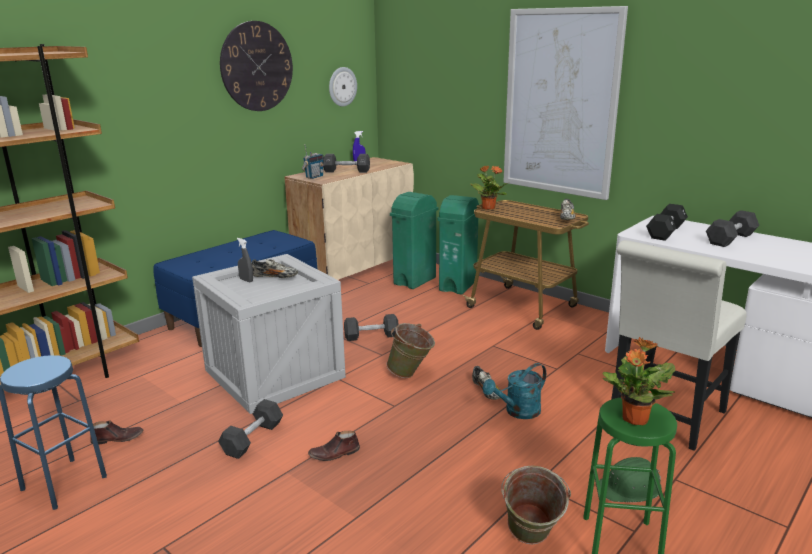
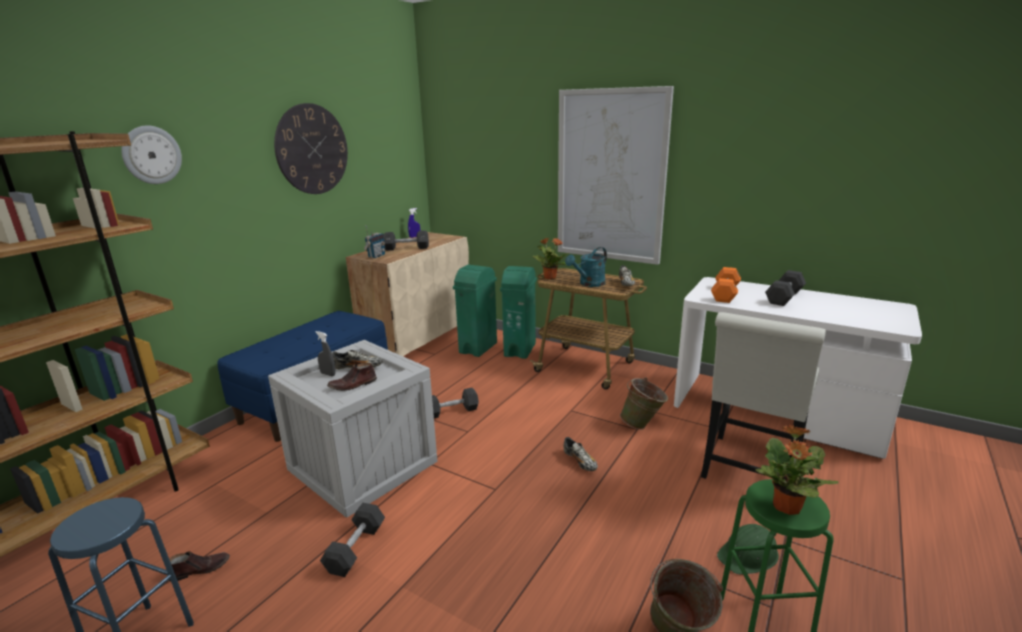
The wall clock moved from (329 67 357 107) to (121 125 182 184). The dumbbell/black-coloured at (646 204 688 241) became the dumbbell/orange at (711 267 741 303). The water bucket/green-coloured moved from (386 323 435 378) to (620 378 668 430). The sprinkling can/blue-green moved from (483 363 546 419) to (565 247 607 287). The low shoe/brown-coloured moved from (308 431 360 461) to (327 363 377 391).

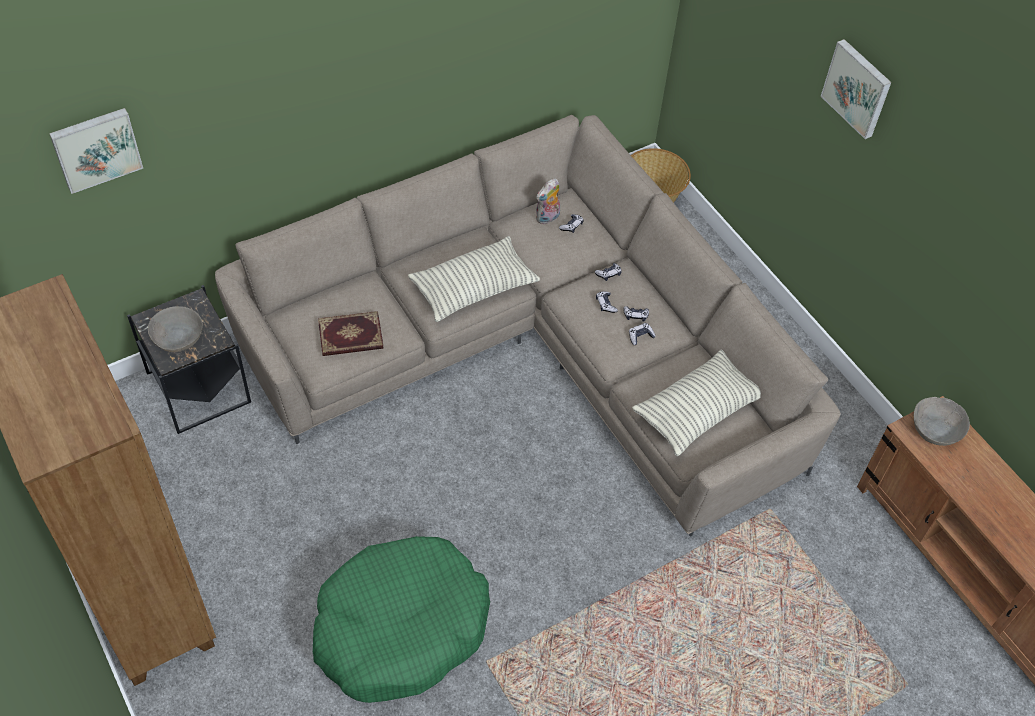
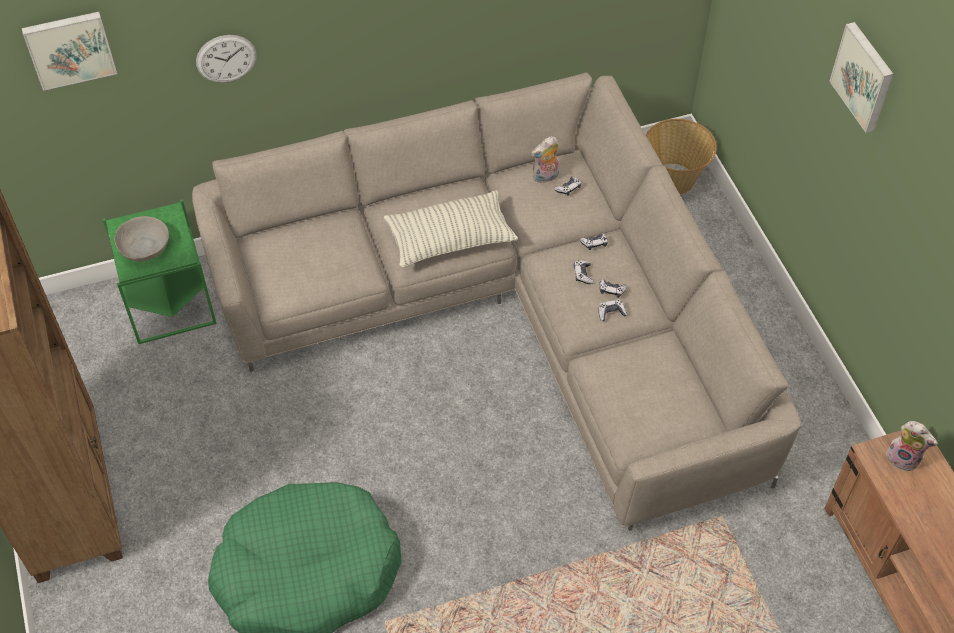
The end table/black-coloured at (127 285 251 434) became the end table/green-coloured at (102 199 217 344). The bound book at (318 311 384 356) disappeared. The cushion at (632 349 761 456) disappeared. The serving bowl/grey at (914 397 970 446) was replaced by the plush toy at (886 421 938 472). The wall clock at (196 35 256 83) appeared.

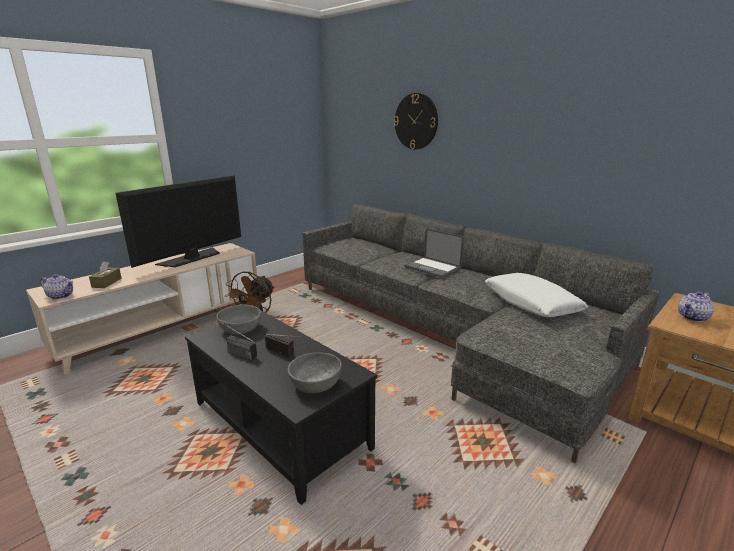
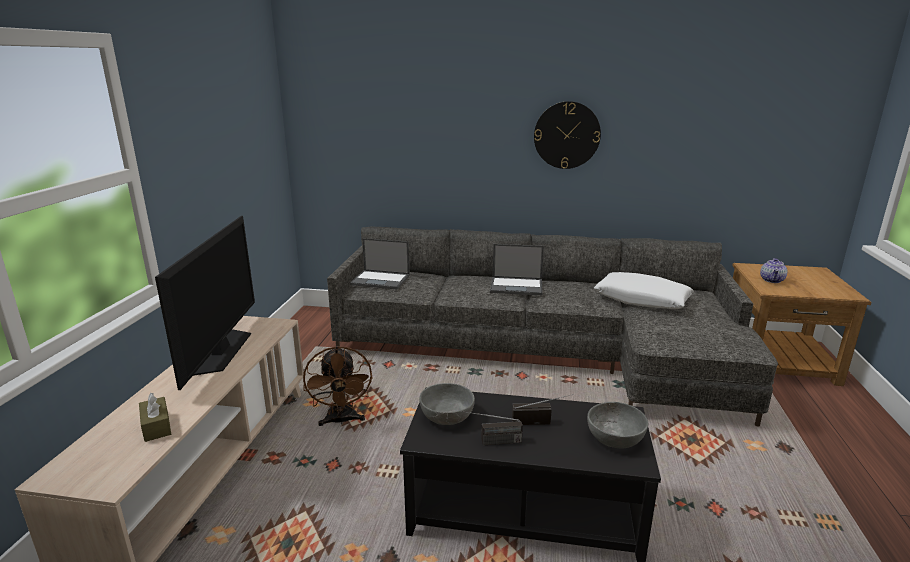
The wall clock moved from (394 93 438 150) to (534 101 601 169). The pot for tea at (40 274 74 299) disappeared. The notebook computer at (350 238 410 290) appeared.

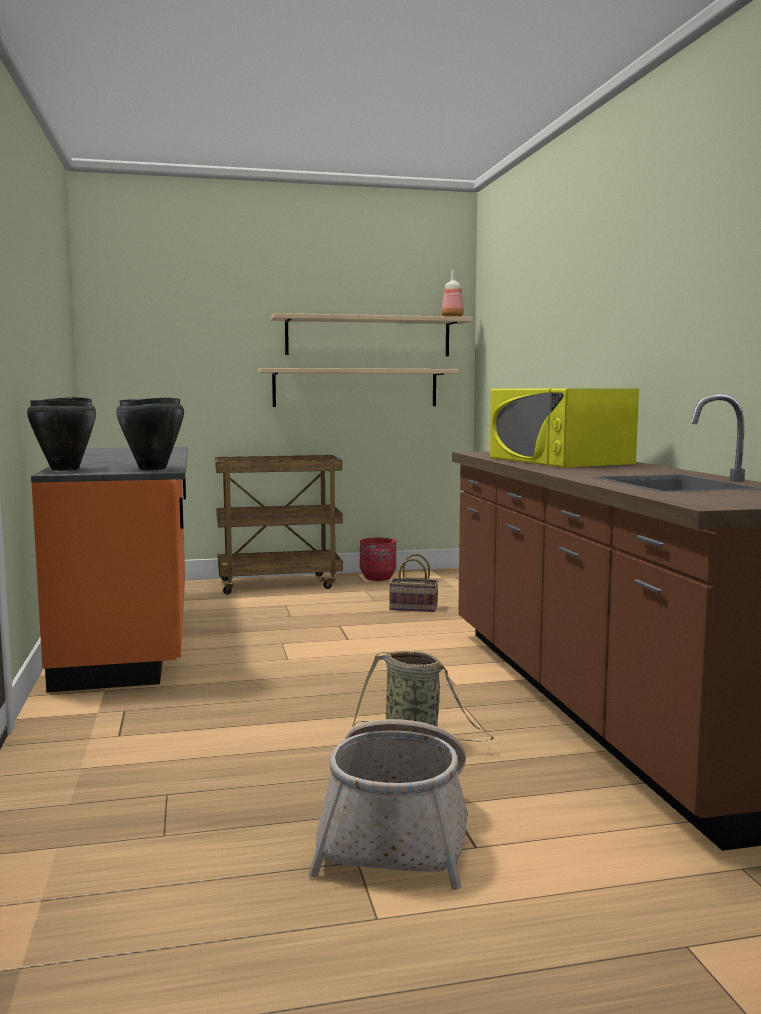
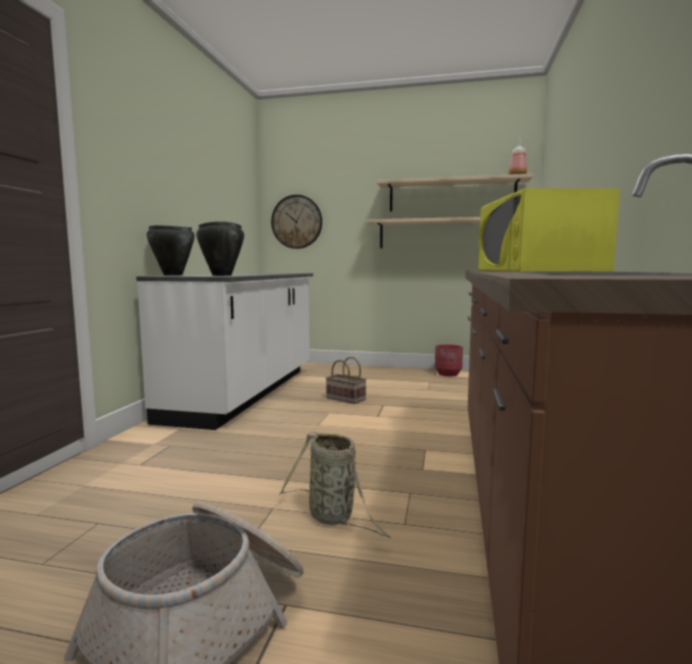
The kitchen counter/orange at (31 447 188 692) became the kitchen counter/white-coloured at (136 273 313 430). The trolley/brown-coloured at (215 455 343 595) disappeared. The storage basket moved from (389 554 439 612) to (326 357 367 404). The wall clock at (271 195 322 249) appeared.

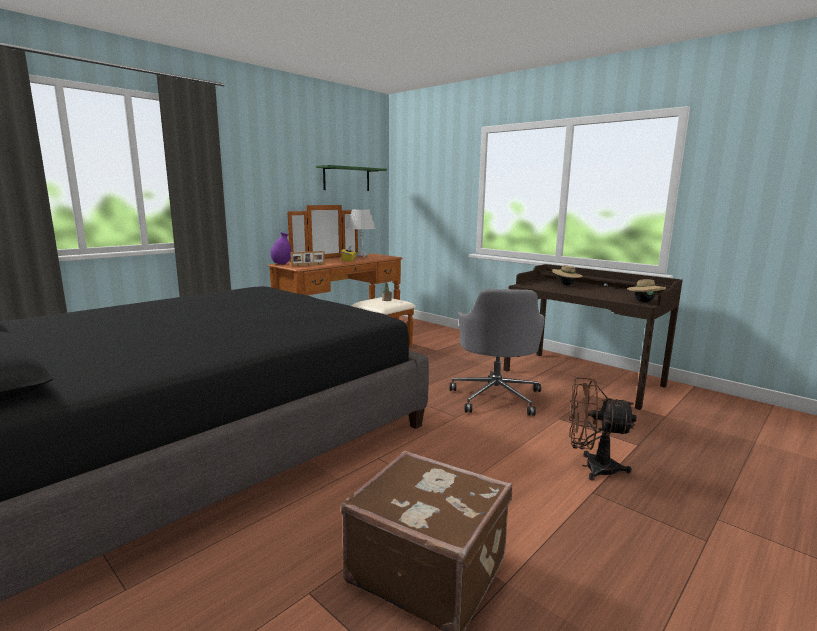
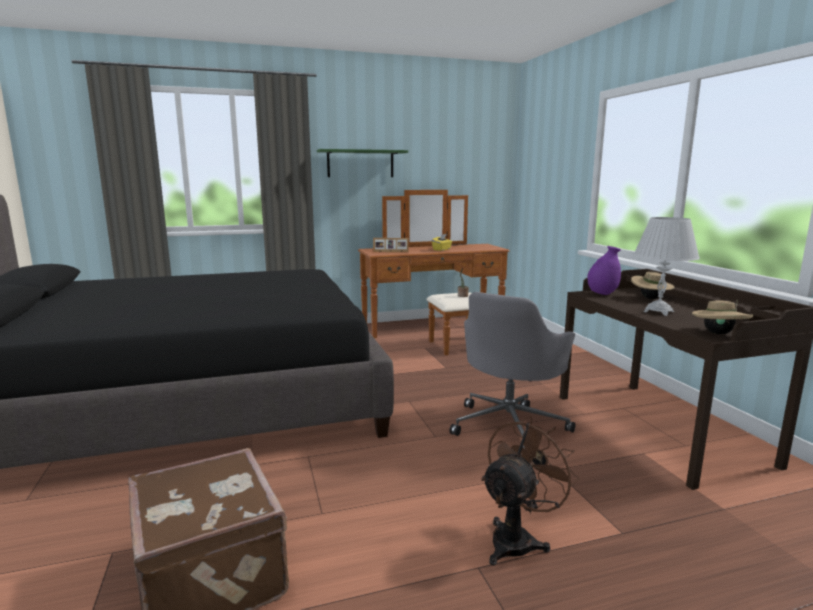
The wall shelf/green-coloured moved from (316 165 387 191) to (317 149 408 177). The lamp for a table/white-coloured moved from (347 209 376 257) to (633 217 700 316). The flower vase/purple-coloured moved from (270 232 291 265) to (587 246 621 295). The electric fan/brown-coloured at (569 378 637 480) turned 90 degrees clockwise.

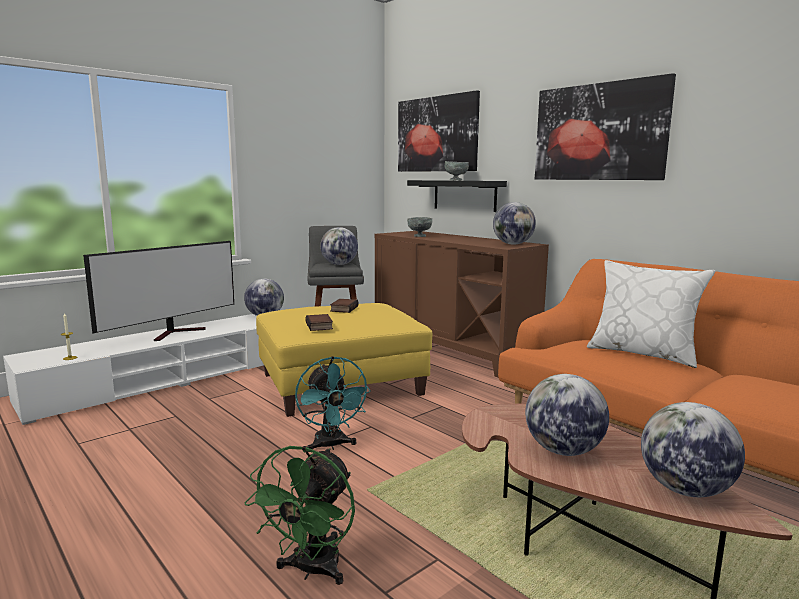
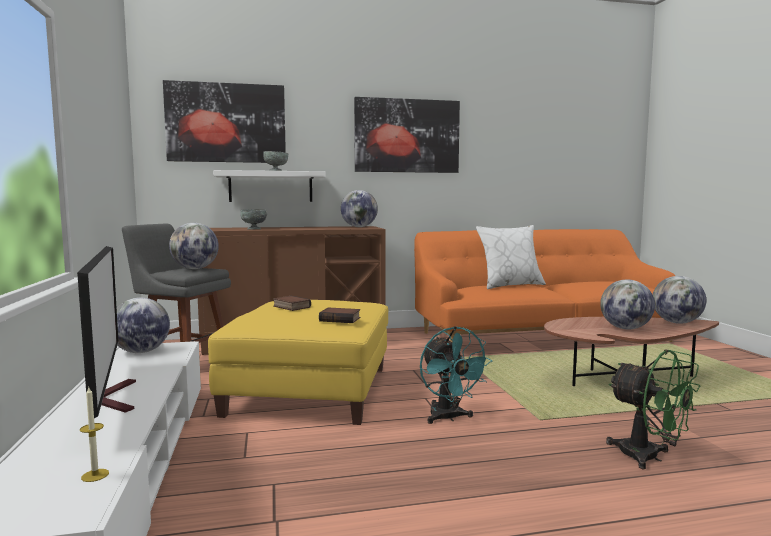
The wall shelf/black-coloured at (407 180 507 212) became the wall shelf/white-coloured at (213 170 326 202). The electric fan/blue-green at (295 356 371 450) turned 60 degrees clockwise.

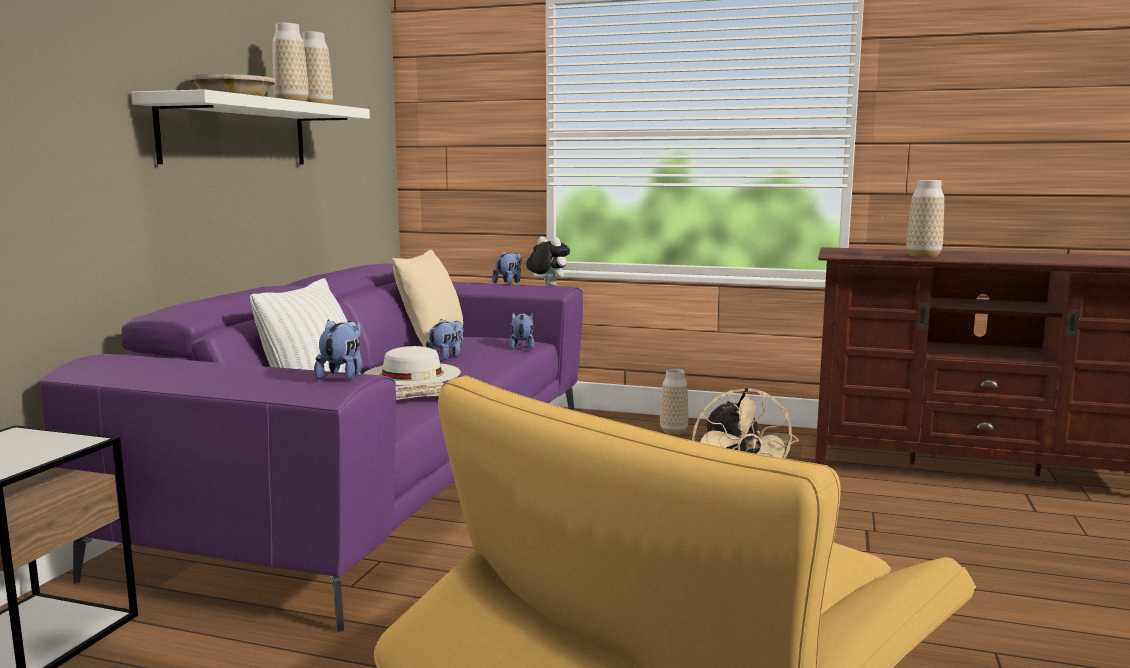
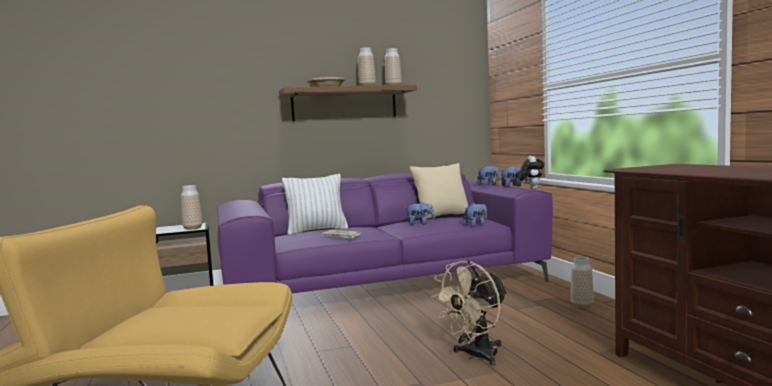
The wall shelf/white-coloured at (132 89 370 164) became the wall shelf/brown-coloured at (279 85 417 121). The flower vase moved from (906 180 944 258) to (181 185 202 230). The plush toy moved from (314 319 362 380) to (477 165 499 185). The hat/white-coloured at (363 346 461 386) disappeared.

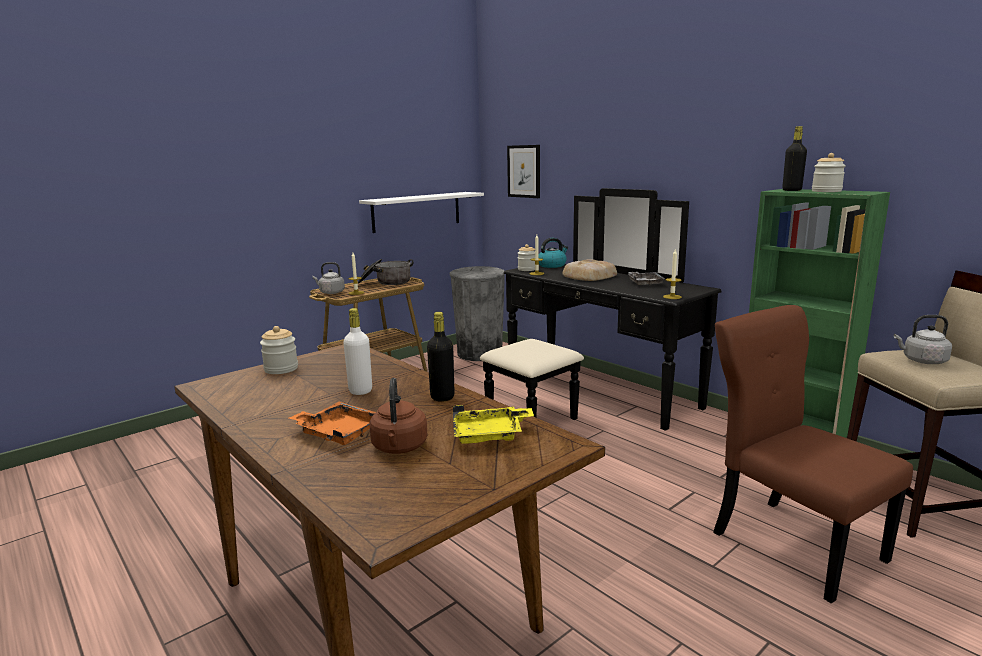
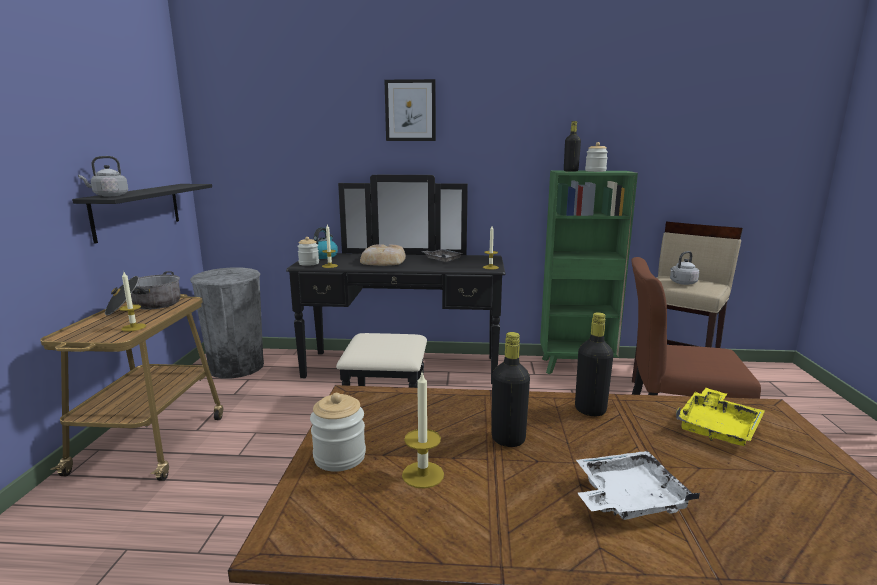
The wall picture moved from (507 145 540 198) to (384 79 436 141). The wall shelf/white-coloured at (359 192 484 233) became the wall shelf/black-coloured at (72 184 212 244). The water kettle/grey moved from (313 262 345 294) to (78 156 128 196). The drink bottle/white-coloured at (343 308 372 395) became the drink bottle/black-coloured at (491 332 530 447). The water kettle/brown-coloured at (369 378 428 454) disappeared. The serving tray/orange at (289 402 376 445) became the serving tray/white-coloured at (576 451 700 520). The candle at (402 373 444 488) appeared.

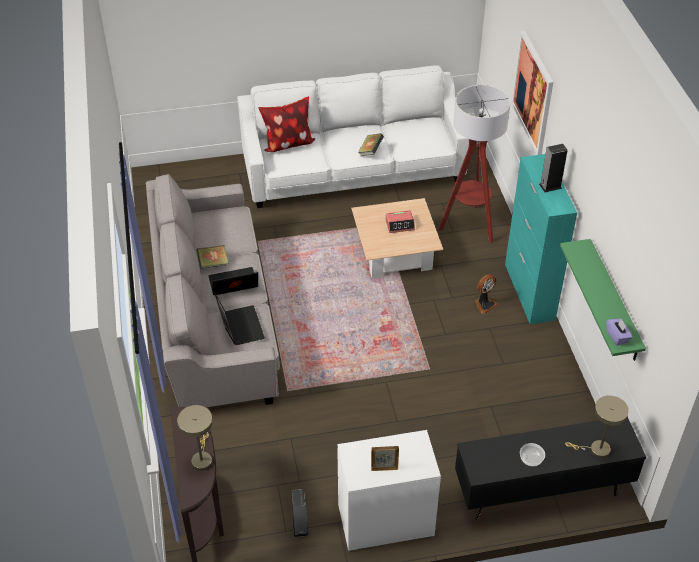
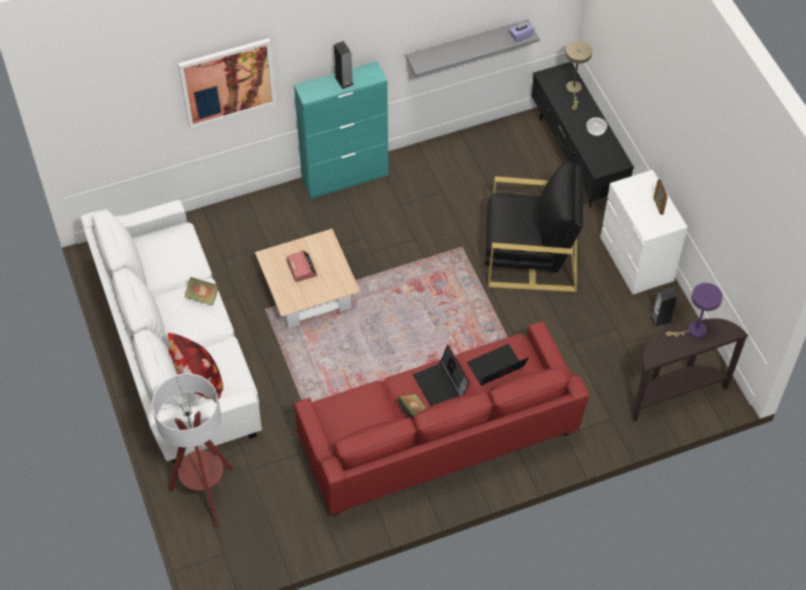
The floor lamp moved from (438 85 511 243) to (152 373 233 528). The couch/grey at (146 174 280 407) became the couch/red at (294 321 589 515). The wall shelf/green-coloured at (560 239 646 361) became the wall shelf/grey at (406 20 540 77). The electric fan at (476 274 498 314) disappeared. The lamp for a table/sand-coloured at (177 405 213 471) became the lamp for a table/purple-coloured at (666 283 723 338). The armchair/black-coloured at (485 162 583 292) appeared.

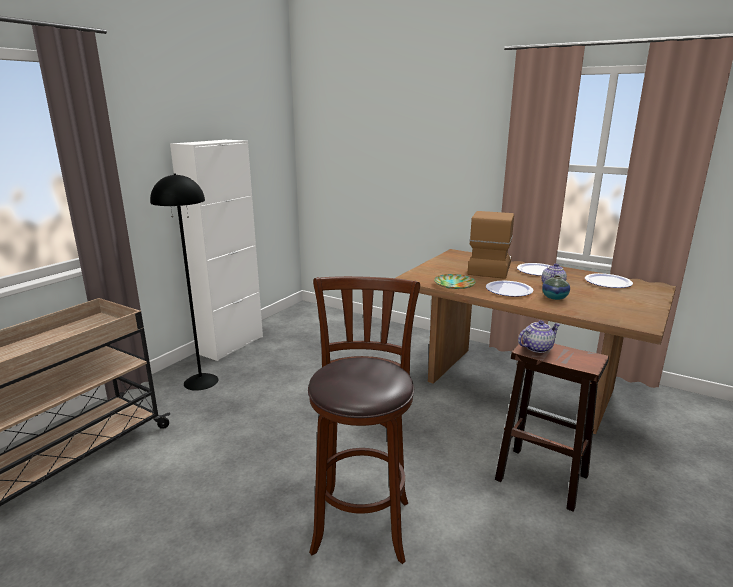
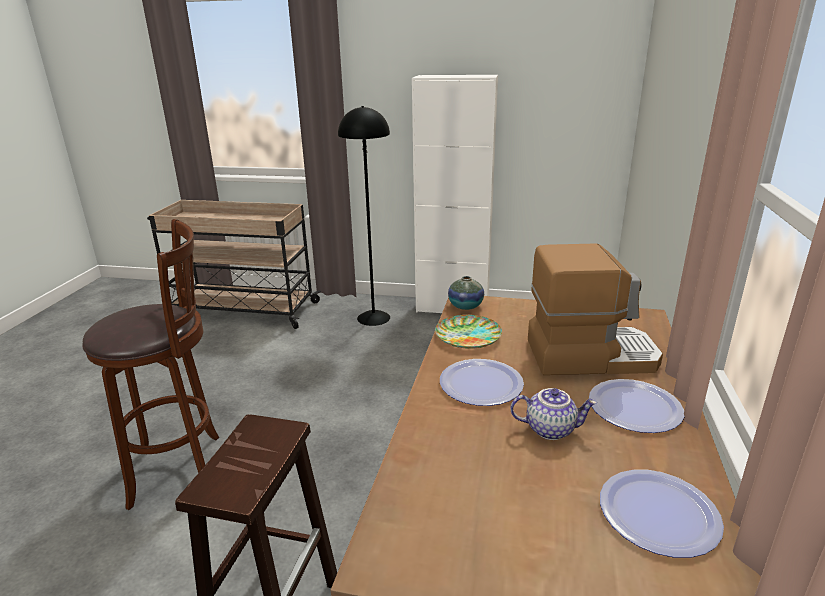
The flower vase moved from (542 275 570 300) to (448 276 484 310). The pot for tea at (518 320 560 353) disappeared.

